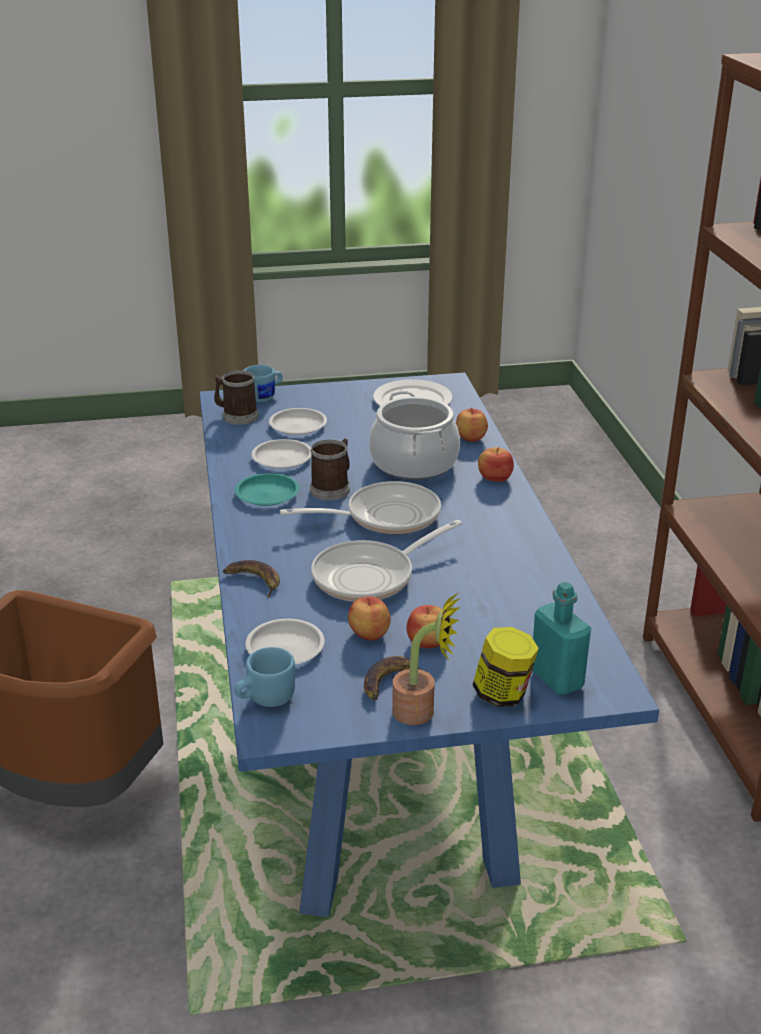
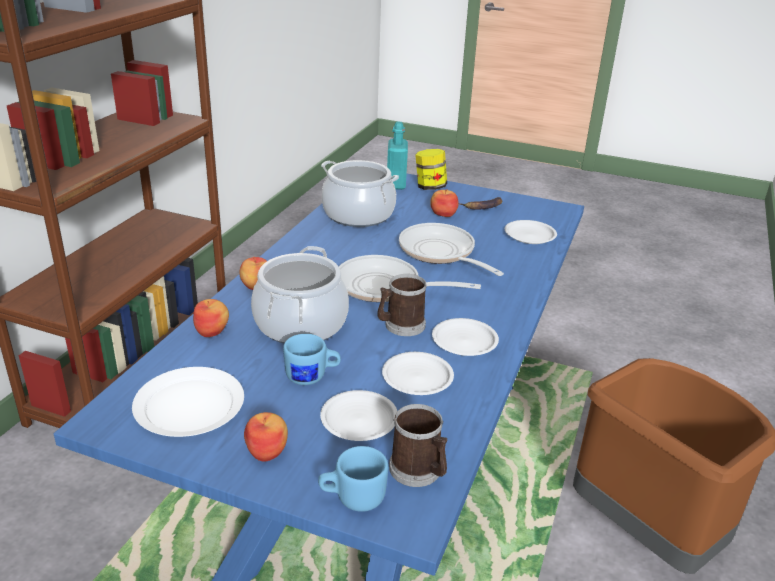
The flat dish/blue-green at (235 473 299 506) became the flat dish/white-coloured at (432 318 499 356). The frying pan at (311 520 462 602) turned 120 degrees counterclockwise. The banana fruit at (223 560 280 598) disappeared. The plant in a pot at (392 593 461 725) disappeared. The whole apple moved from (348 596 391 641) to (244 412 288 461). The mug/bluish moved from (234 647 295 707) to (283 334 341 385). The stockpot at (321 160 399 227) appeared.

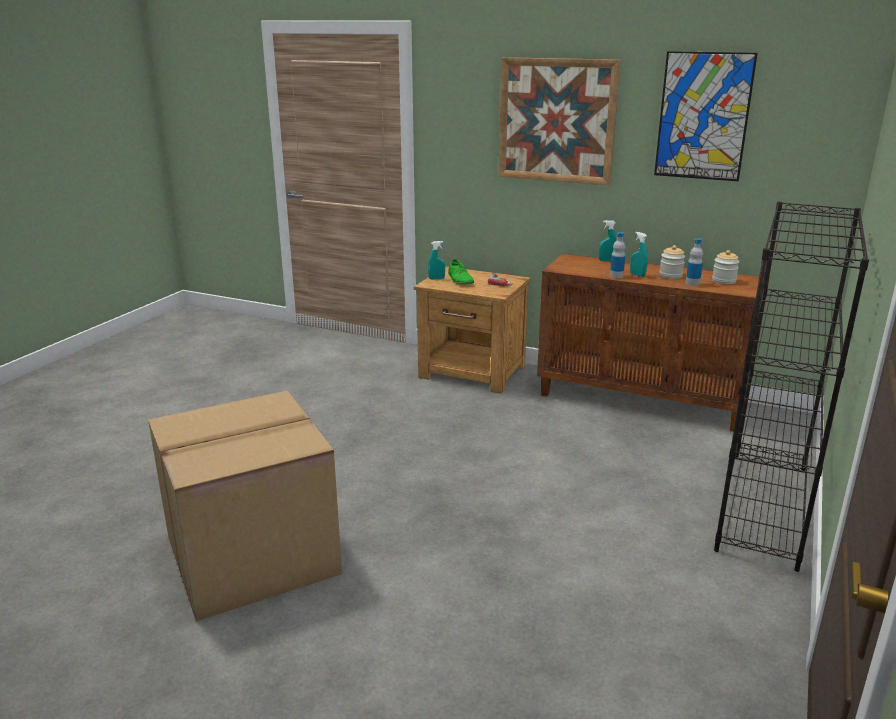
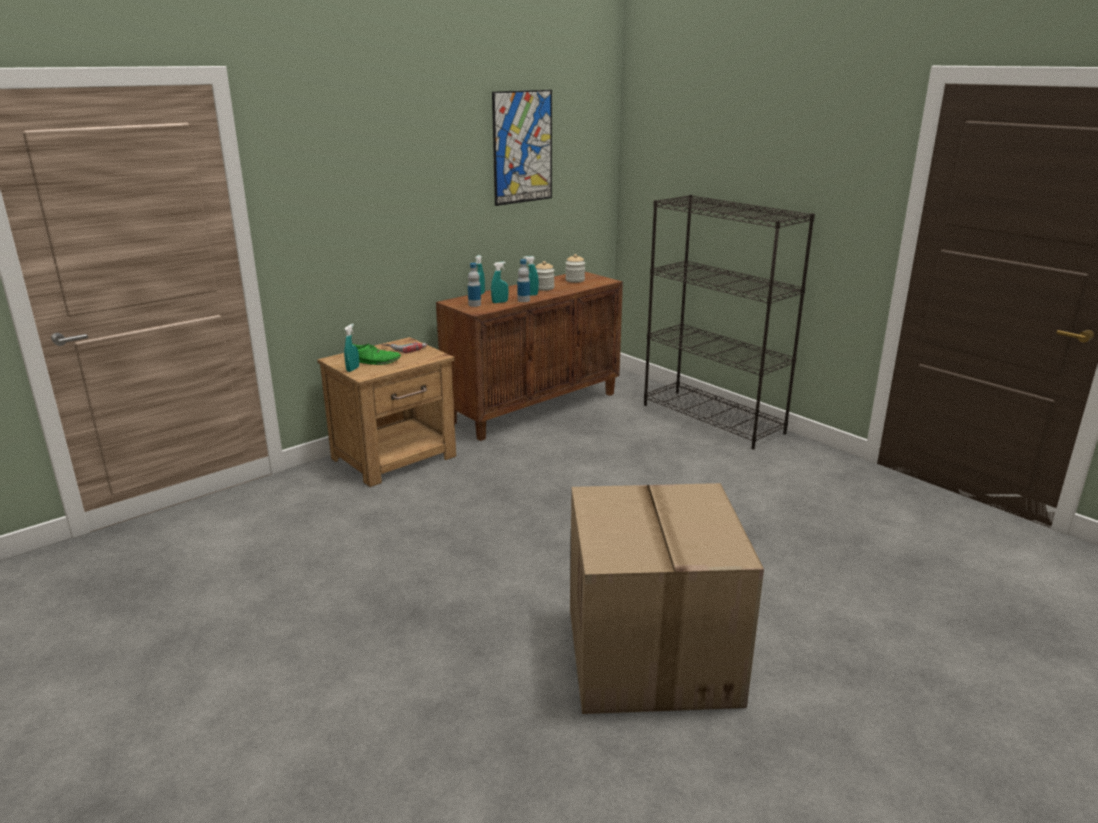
The wall picture at (498 57 621 186) disappeared. The drink bottle moved from (686 238 703 286) to (468 263 481 307). The sprayer/blue-green at (491 262 509 303) appeared.

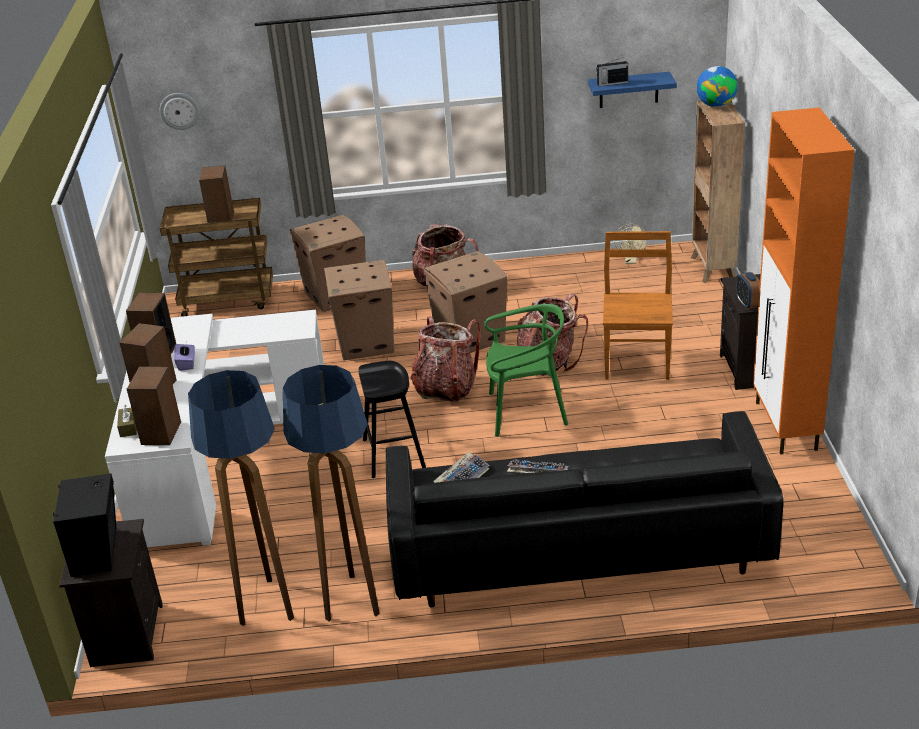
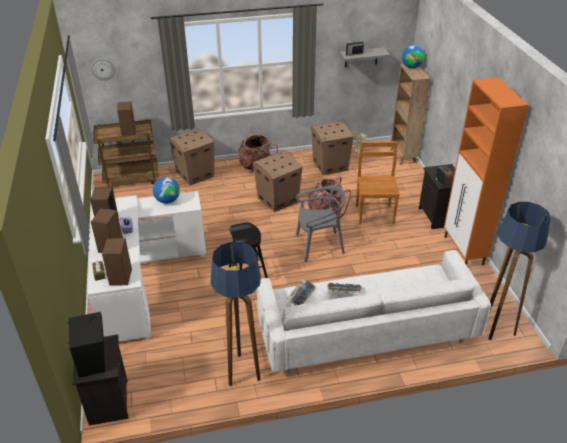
The wall shelf/bluish at (588 72 677 108) became the wall shelf/grey at (340 47 390 68). The cardboard box moved from (324 260 395 360) to (311 121 354 175). The upright chair/green-coloured at (484 304 568 437) became the upright chair/grey at (296 186 346 262). The backpack at (411 316 481 402) disappeared. The floor lamp moved from (188 370 294 626) to (489 202 551 340). The couch/black-coloured at (386 411 784 608) became the couch/white-coloured at (257 250 491 374). The globe at (153 177 180 204) appeared.

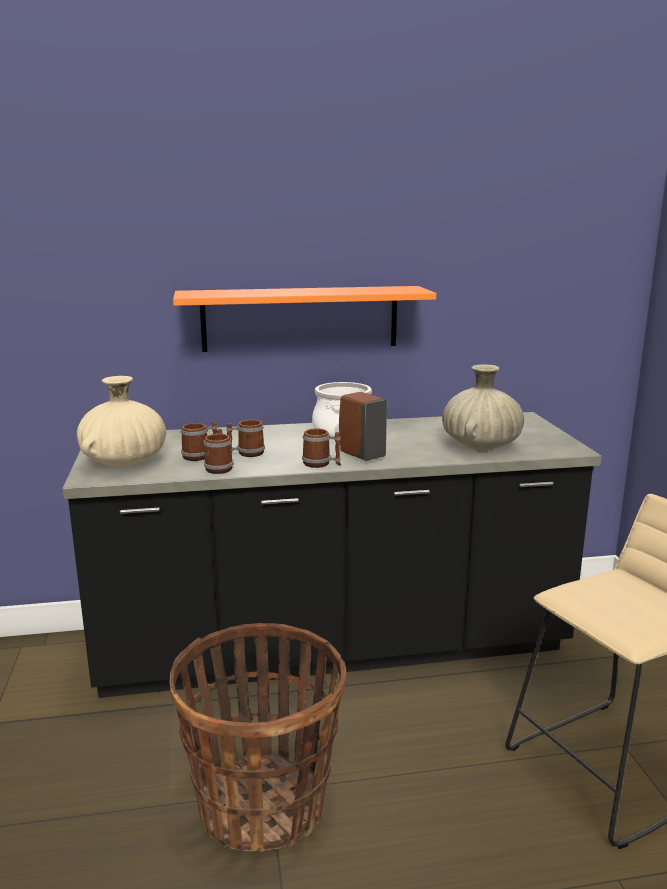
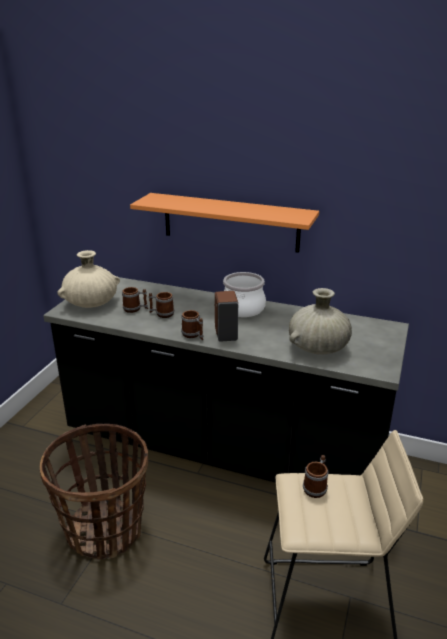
The mug moved from (204 429 233 474) to (303 455 328 498).

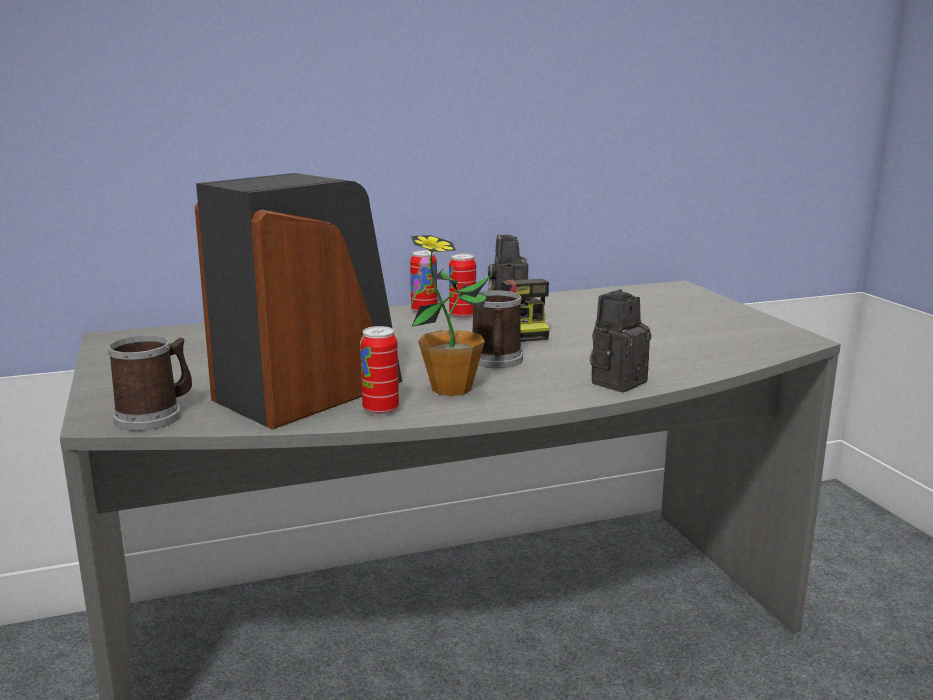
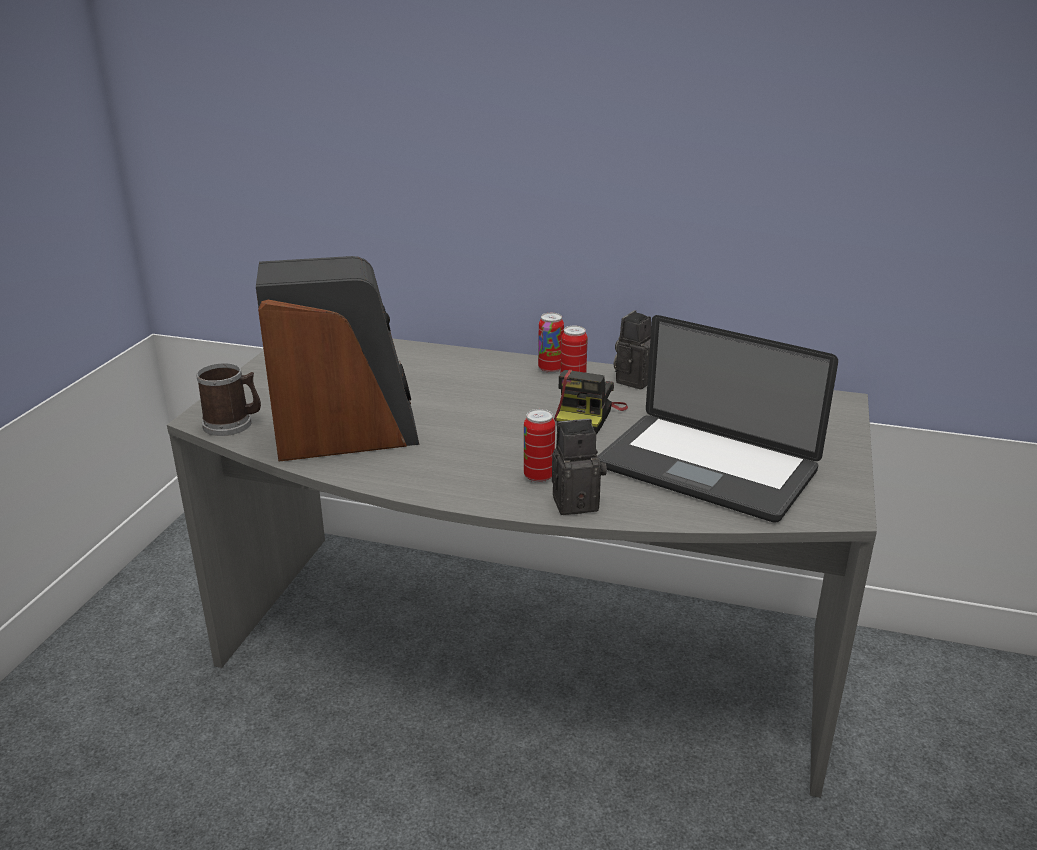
The plant in a pot at (411 235 491 396) disappeared. The mug at (473 290 523 368) disappeared. The sealed can moved from (360 326 399 416) to (524 409 555 483). The notebook computer at (598 315 838 523) appeared.

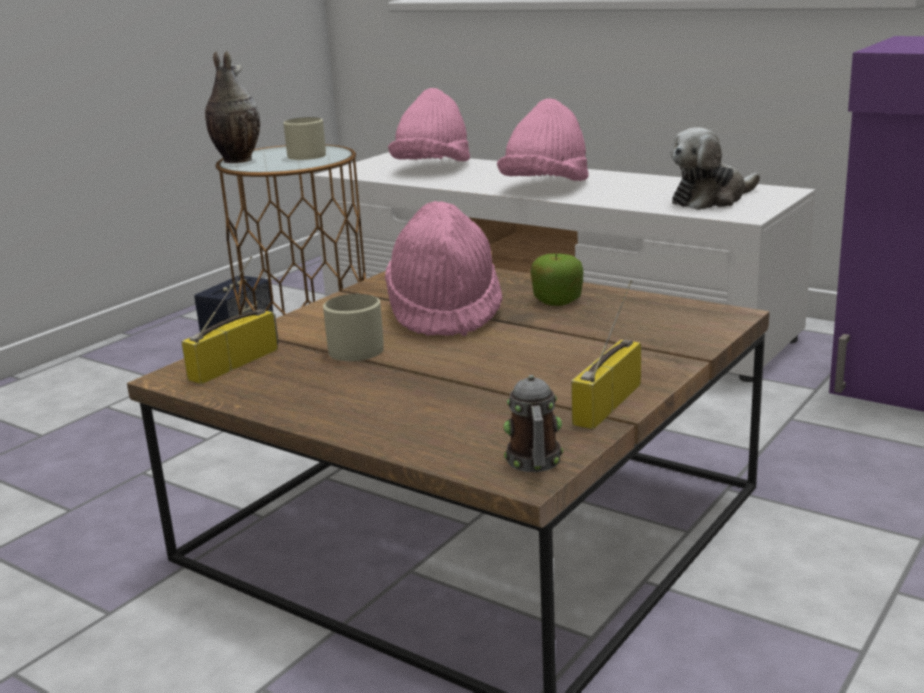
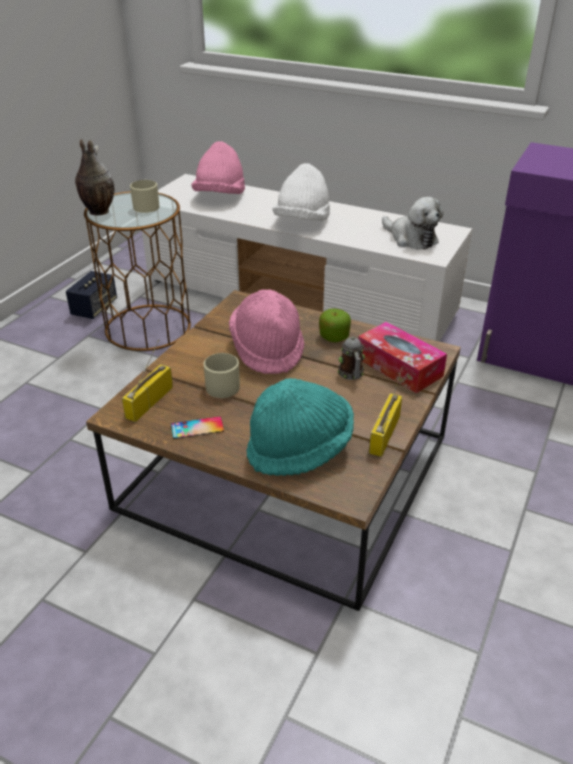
The hat/pink-coloured at (497 98 589 181) became the hat/white-coloured at (272 163 330 221). The plush toy at (671 127 760 210) turned 90 degrees counterclockwise. The mug moved from (503 375 563 472) to (338 337 365 380). The tissue holder at (358 322 447 393) appeared. The hat/blue-green at (246 378 354 476) appeared. The handset at (171 417 224 439) appeared.

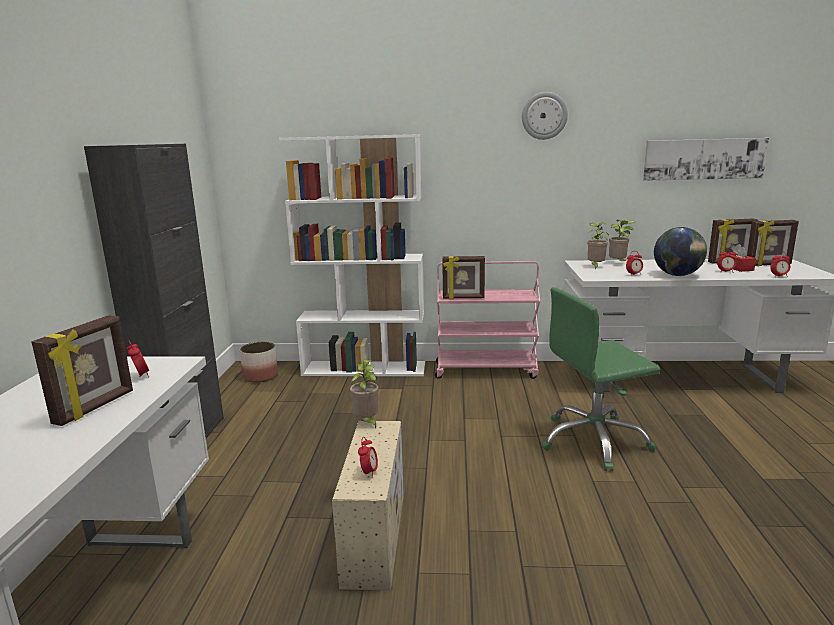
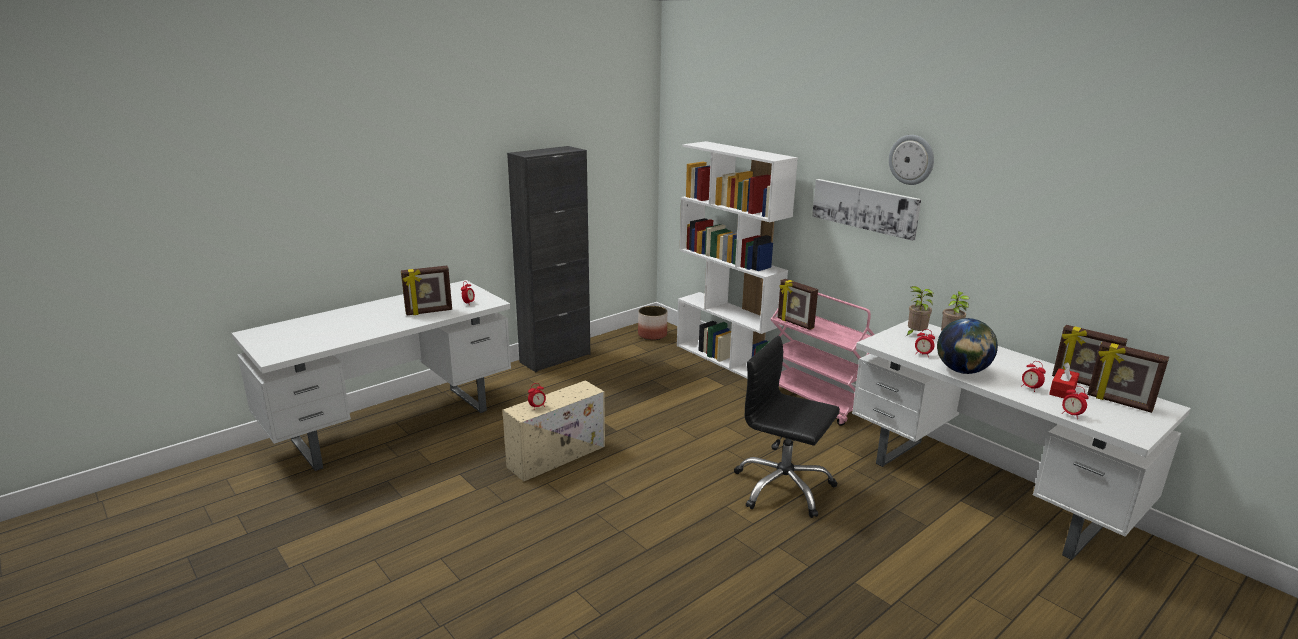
The wall picture moved from (643 138 769 181) to (812 179 921 241). The computer chair/green-coloured at (541 287 660 471) became the computer chair/black-coloured at (734 336 840 518). The plant in a pot at (350 359 379 428) disappeared.

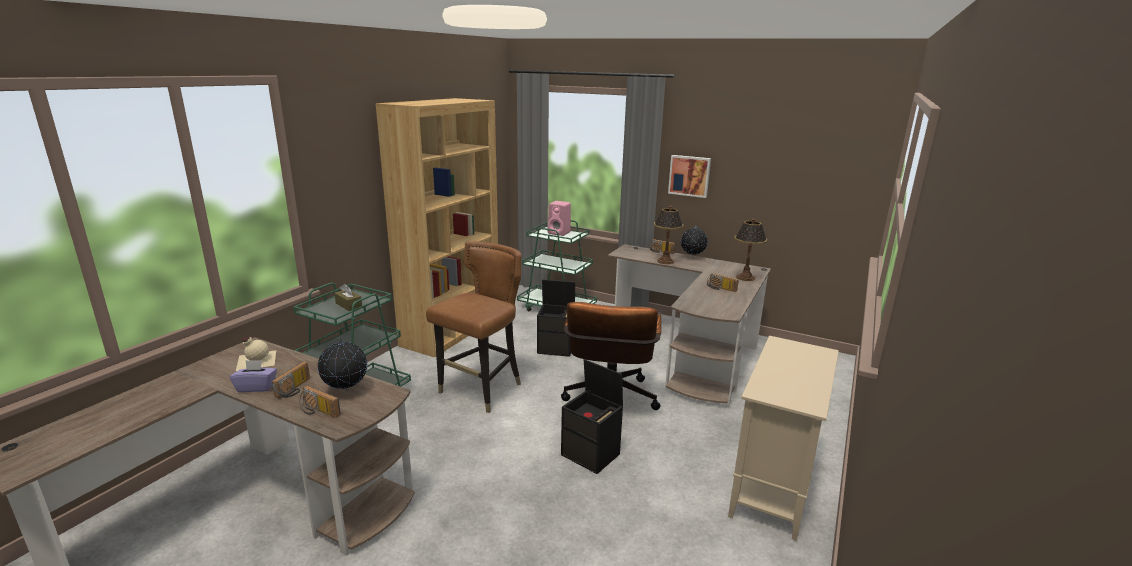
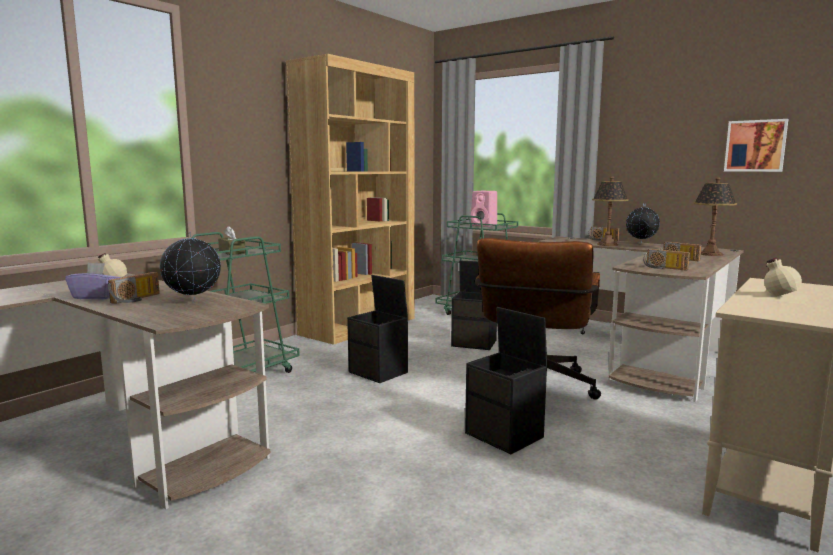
The wall picture moved from (668 155 711 198) to (724 119 788 172). The upright chair/brown-coloured at (426 241 521 413) was replaced by the storage bin/black-coloured at (347 275 408 383). The radio set moved from (299 386 340 418) to (643 249 690 271). The drink bottle/sand-coloured at (746 257 810 304) appeared.

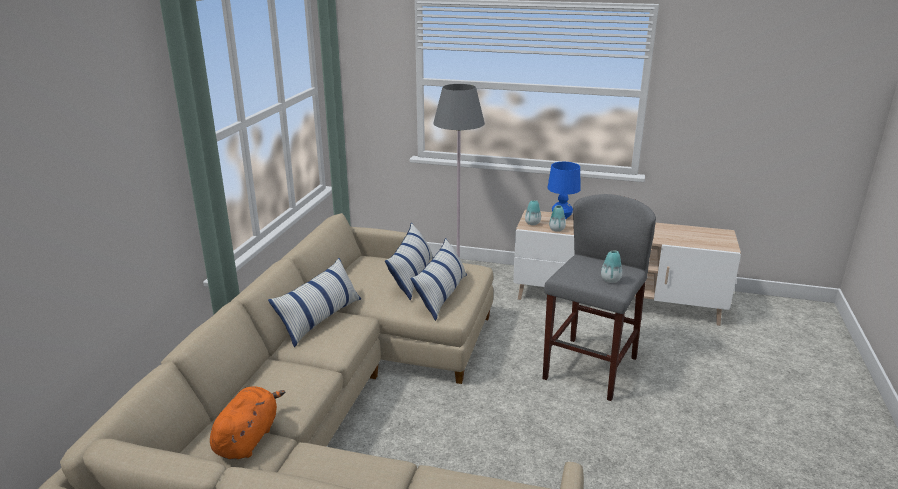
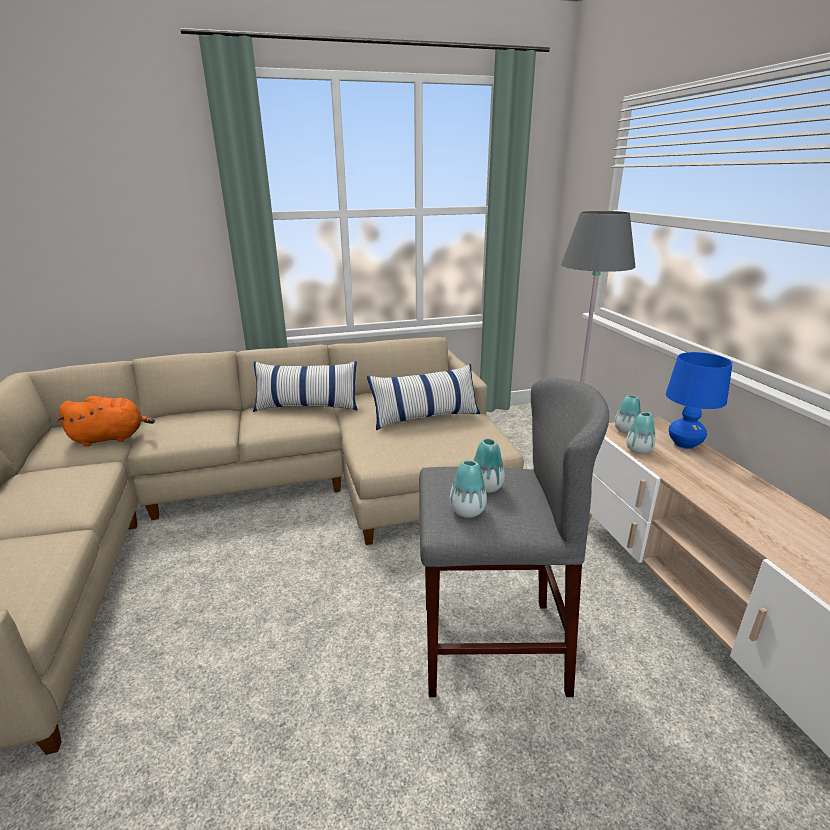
The cushion at (410 238 467 321) disappeared. The flower vase at (473 438 505 493) appeared.

